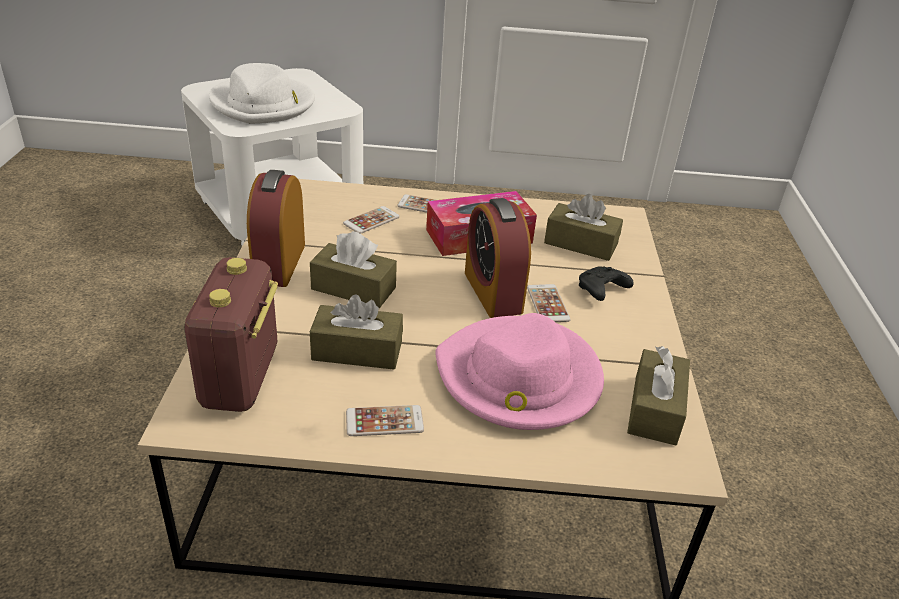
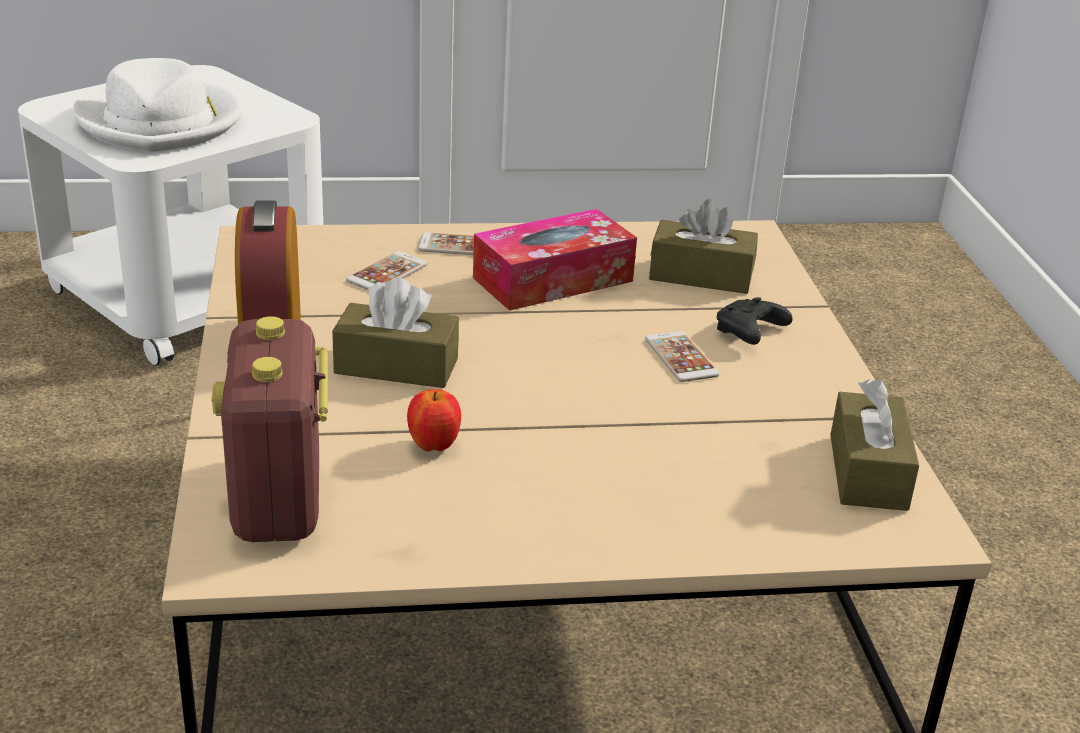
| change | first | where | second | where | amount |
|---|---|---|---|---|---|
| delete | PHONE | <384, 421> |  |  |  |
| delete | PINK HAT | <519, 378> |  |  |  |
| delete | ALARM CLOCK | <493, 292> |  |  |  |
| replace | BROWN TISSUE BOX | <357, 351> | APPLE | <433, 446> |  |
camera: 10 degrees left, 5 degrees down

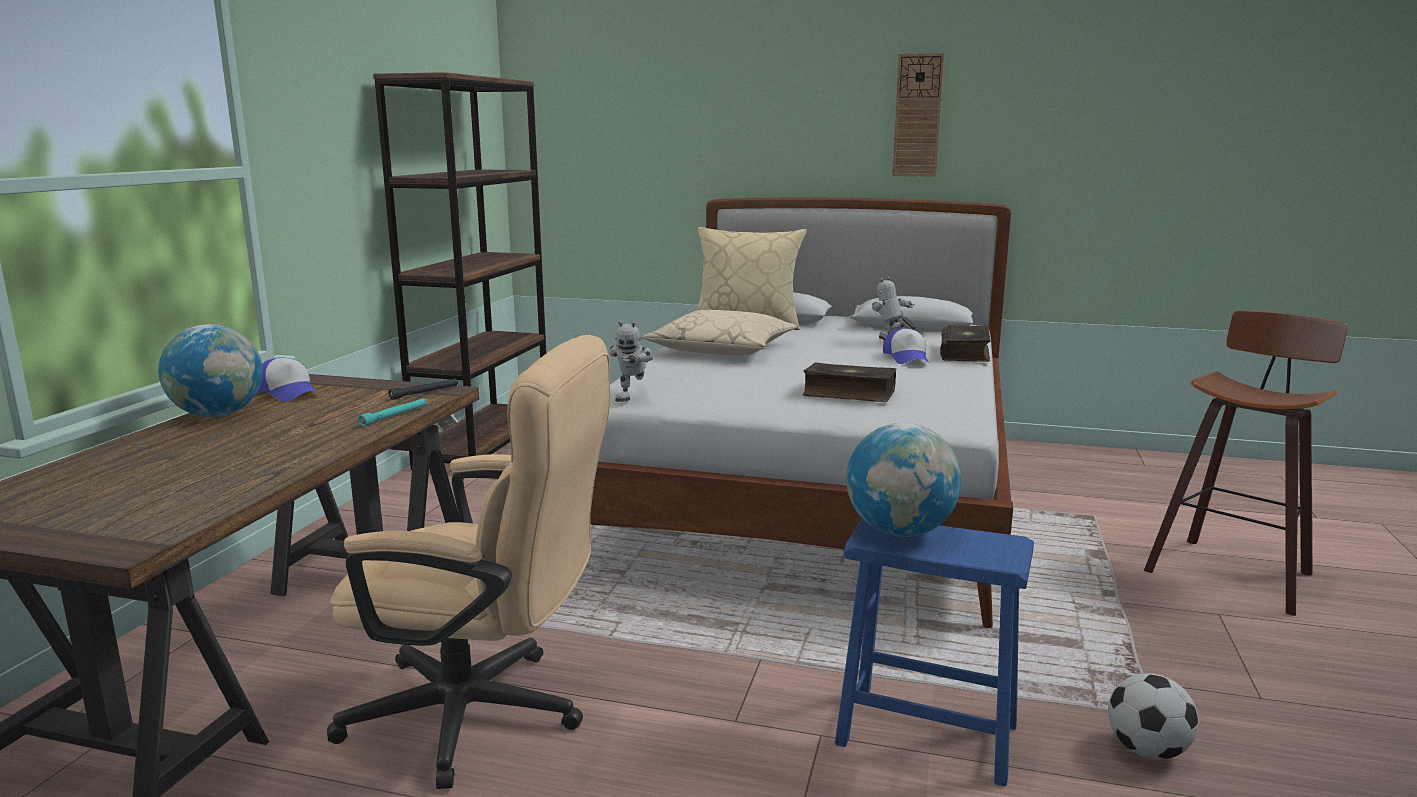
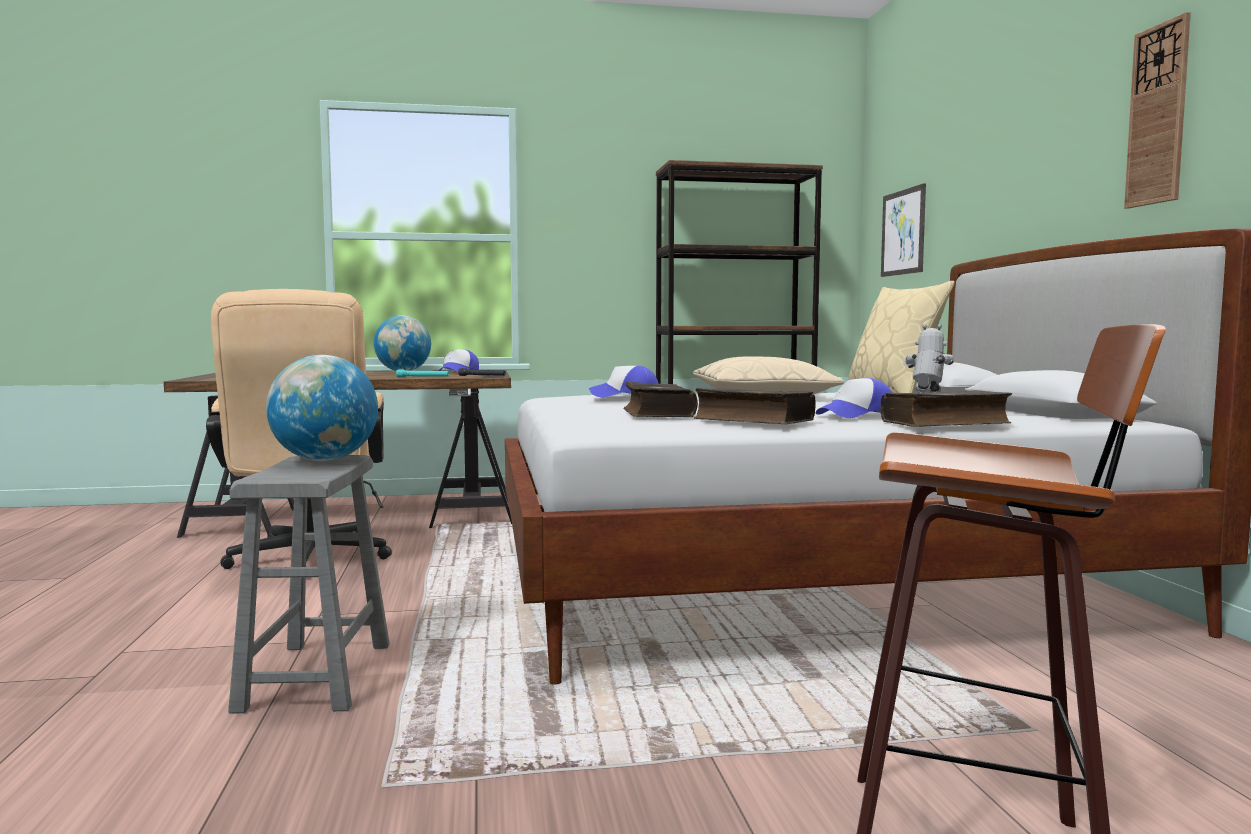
| change | first | where | second | where | amount |
|---|---|---|---|---|---|
| delete | TOY ROBOT | <633, 398> |  |  |  |
| delete | FOOTBALL | <1147, 751> |  |  |  |
| insert |  |  | CAP | <625, 396> |  |
| insert |  |  | BOOK | <752, 421> |  |
| insert |  |  | PICTURE | <903, 232> |  |
| recolor | BLUE STOOL | <927, 733> | GREY STOOL | <317, 676> |  |
camera: 65 degrees right, 10 degrees down

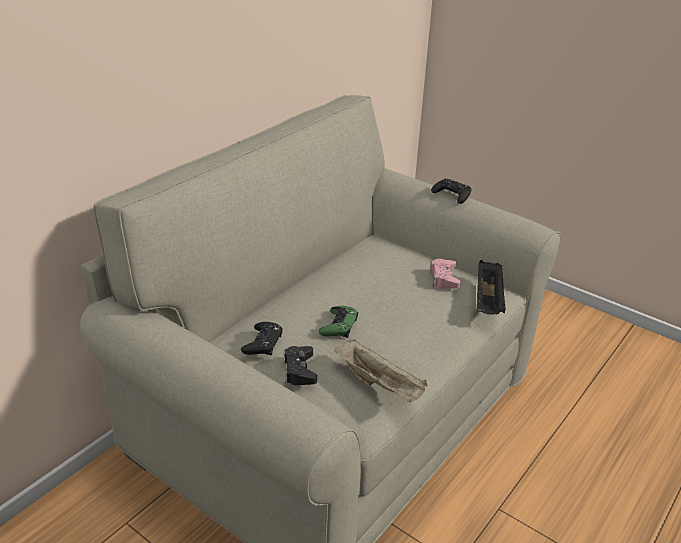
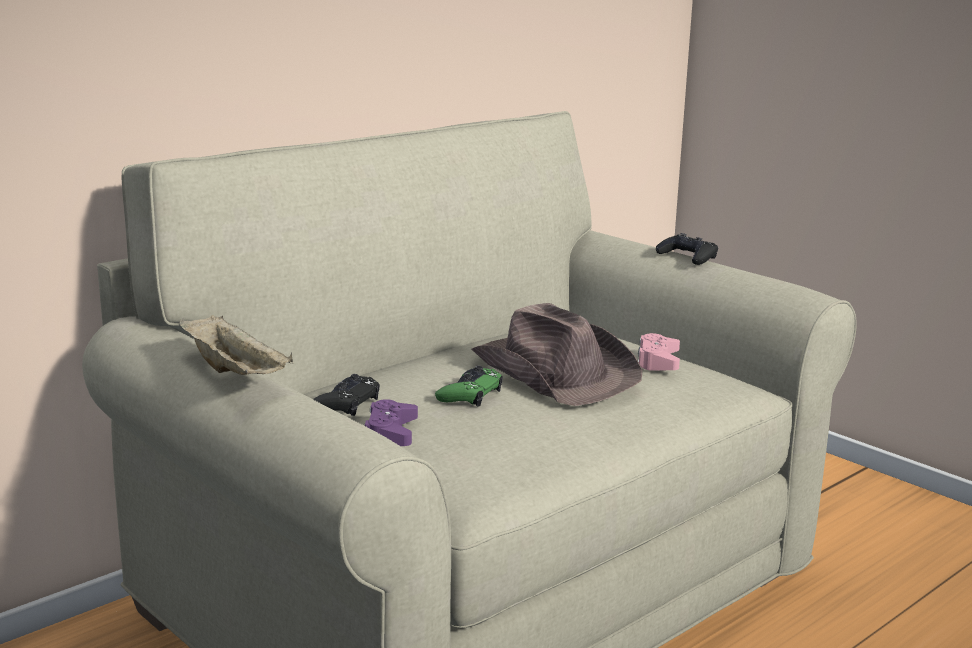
| change | first | where | second | where | amount |
|---|---|---|---|---|---|
| delete | BLACK TRAY | <488, 301> |  |  |  |
| insert |  |  | BROWN HAT | <554, 371> |  |
| move | BEIGE TRAY | <380, 384> |  | <236, 373> |  |
| recolor | BLACK GAME CONTROLLER | <299, 370> | PURPLE GAME CONTROLLER | <390, 433> |  |
camera: 10 degrees right, 15 degrees down

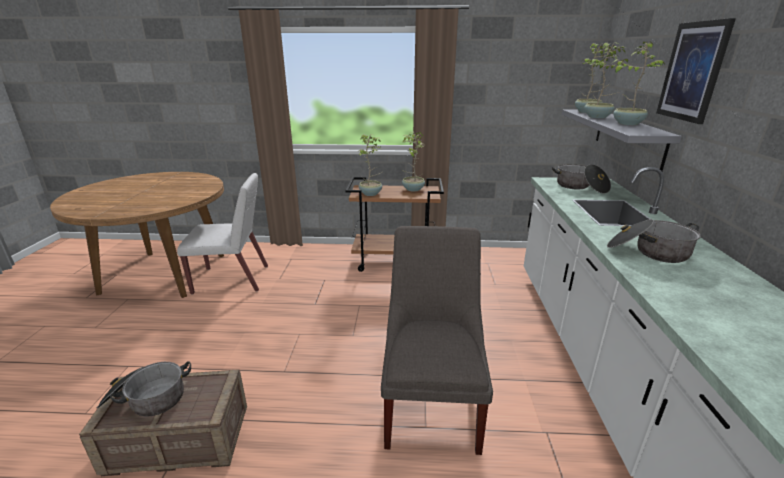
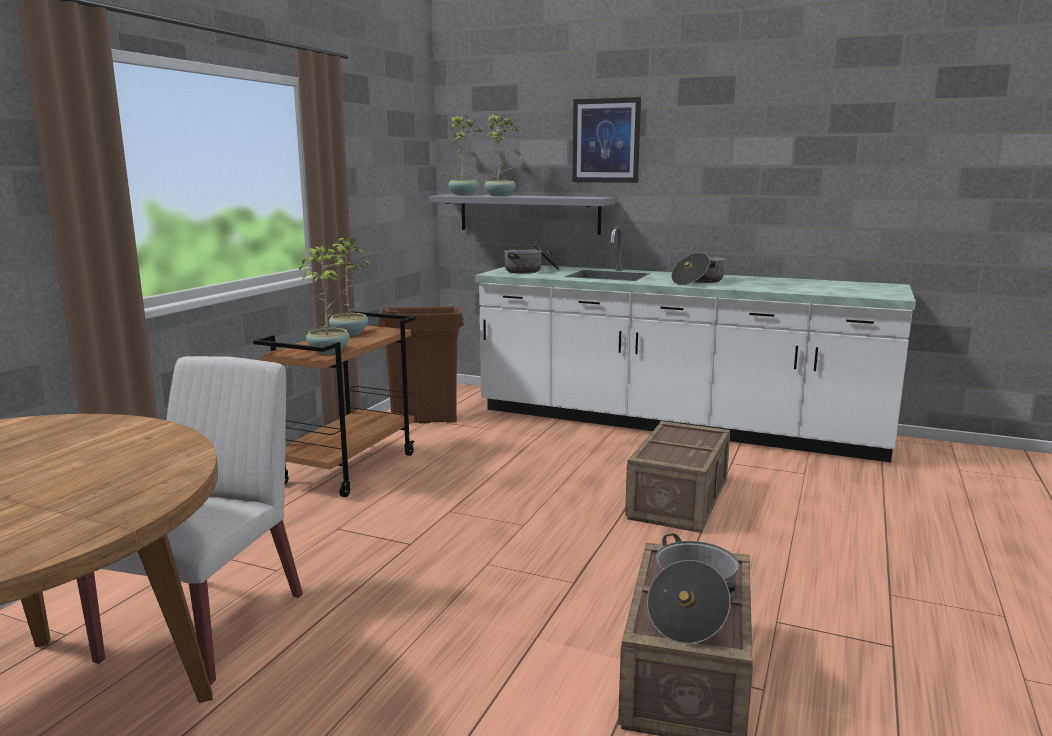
| change | first | where | second | where | amount |
|---|---|---|---|---|---|
| delete | POTTED PLANT | <627, 123> |  |  |  |
| insert |  |  | BROWN TRASH CAN | <425, 420> |  |
| replace | GREY CHAIR | <432, 403> | CRATE | <677, 500> |  |
camera: 70 degrees left, 10 degrees down

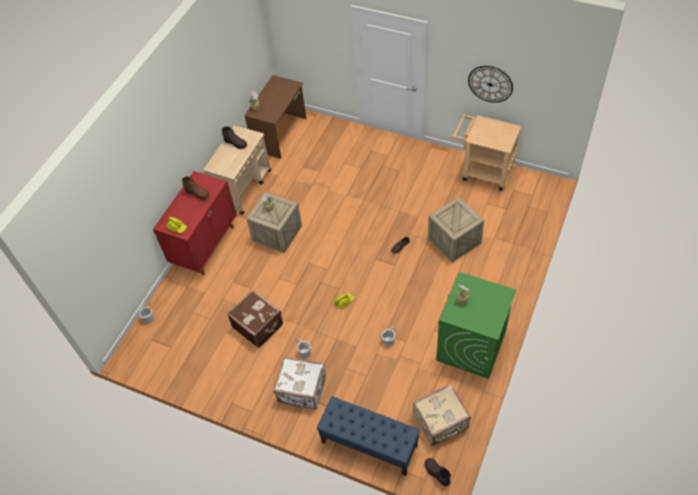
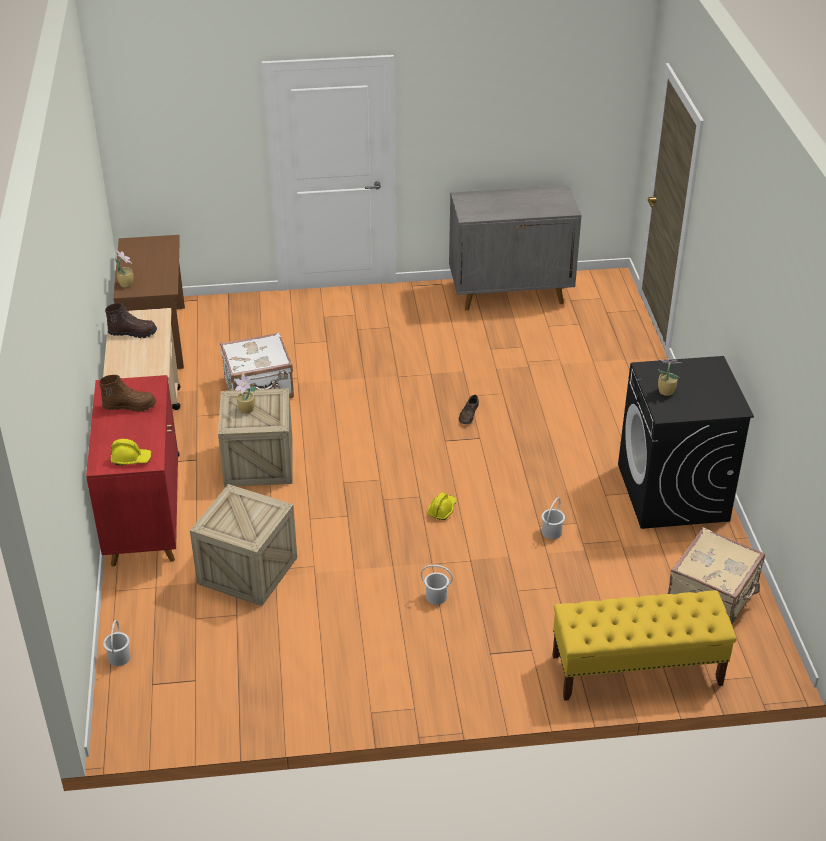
| change | first | where | second | where | amount |
|---|---|---|---|---|---|
| delete | BROWN SUITCASE | <258, 325> |  |  |  |
| delete | BROWN BOOT | <437, 473> |  |  |  |
| delete | WALL CLOCK | <490, 84> |  |  |  |
| move | WHITE SUITCASE | <302, 390> |  | <259, 389> |  |
| move | CRATE | <454, 241> |  | <247, 570> |  |
| replace | BEIGE CART | <483, 172> | GREY CABINET | <511, 293> |  |
| recolor | BLUE BENCH | <369, 444> | YELLOW BENCH | <636, 670> |  |
| recolor | GREEN WASHING MACHINE | <471, 346> | BLACK WASHING MACHINE | <673, 493> |  |
camera: 35 degrees left, 15 degrees down

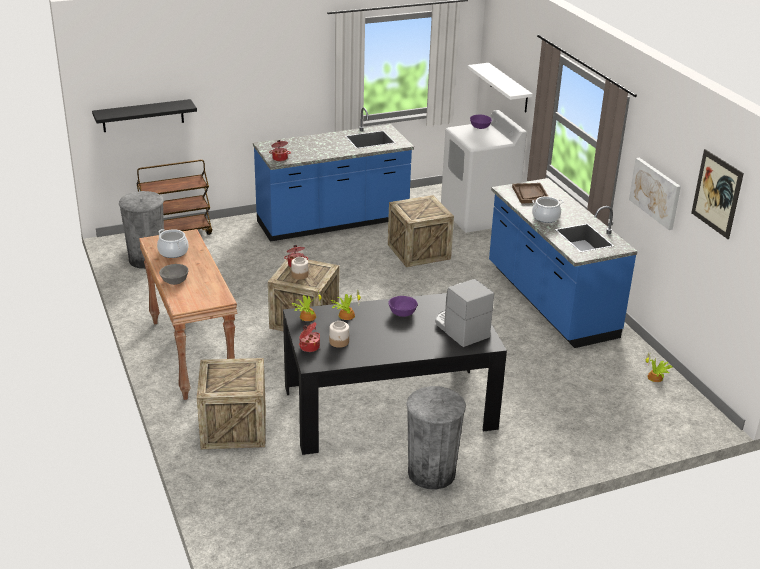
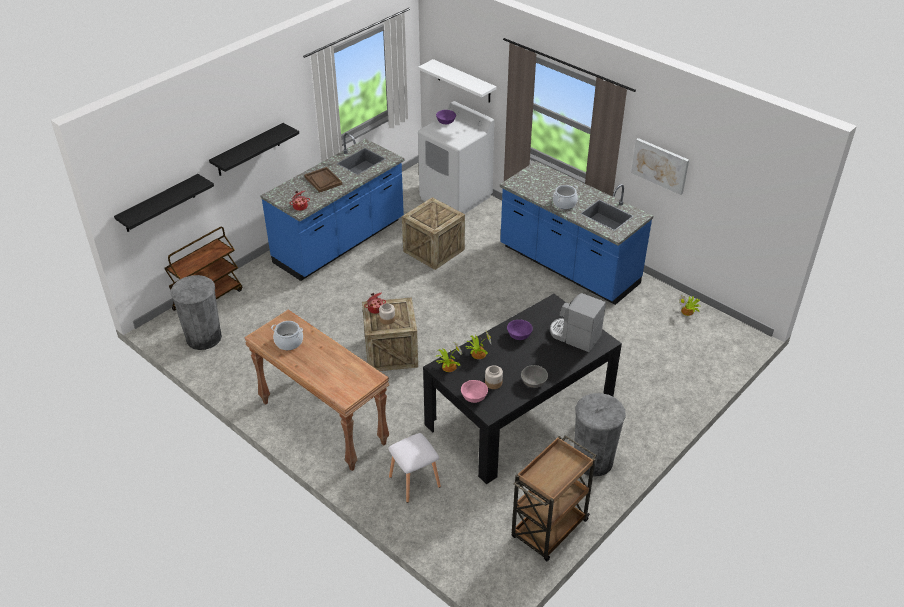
| change | first | where | second | where | amount |
|---|---|---|---|---|---|
| delete | PICTURE | <717, 193> |  |  |  |
| insert |  |  | BLACK SHELF | <248, 150> |  |
| insert |  |  | BROWN CART | <548, 530> |  |
| move | GREY BOWL | <174, 281> |  | <533, 382> |  |
| move | BROWN TRAY | <530, 194> |  | <323, 180> |  |
| replace | CRATE | <234, 428> | WHITE STOOL | <413, 481> |  |
| replace | COOKING POT | <309, 346> | PINK BOWL | <474, 396> |  |
camera: 25 degrees left, 10 degrees up

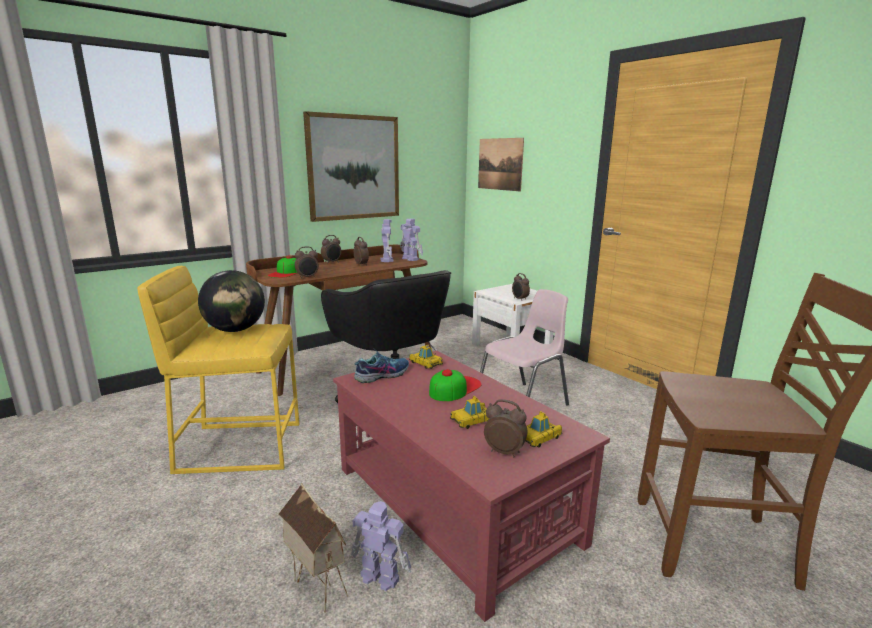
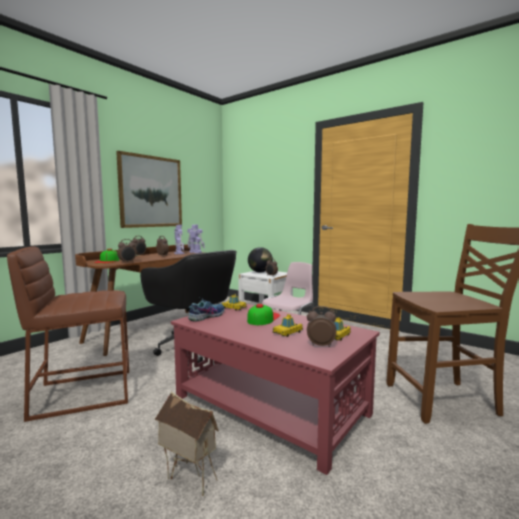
| change | first | where | second | where | amount |
|---|---|---|---|---|---|
| delete | TOY ROBOT | <379, 576> |  |  |  |
| delete | PICTURE | <500, 164> |  |  |  |
| move | GLOBE | <235, 330> |  | <260, 272> |  |
| recolor | YELLOW STOOL | <239, 446> | BROWN STOOL | <83, 393> |  |
camera: 15 degrees left, 10 degrees down

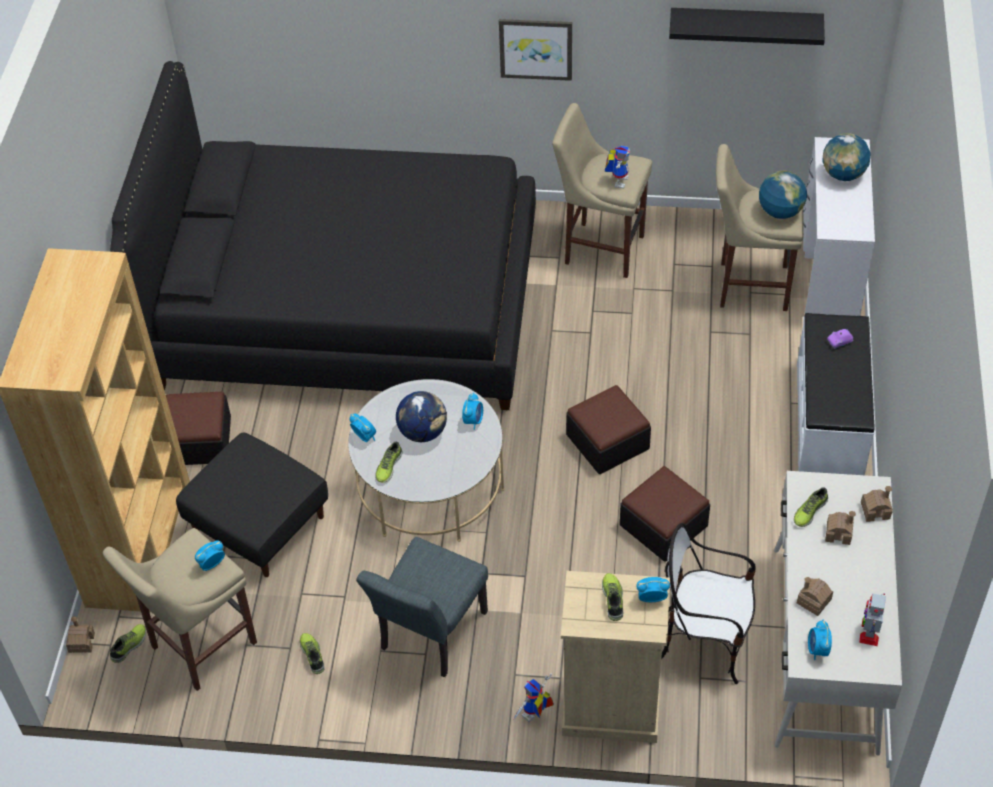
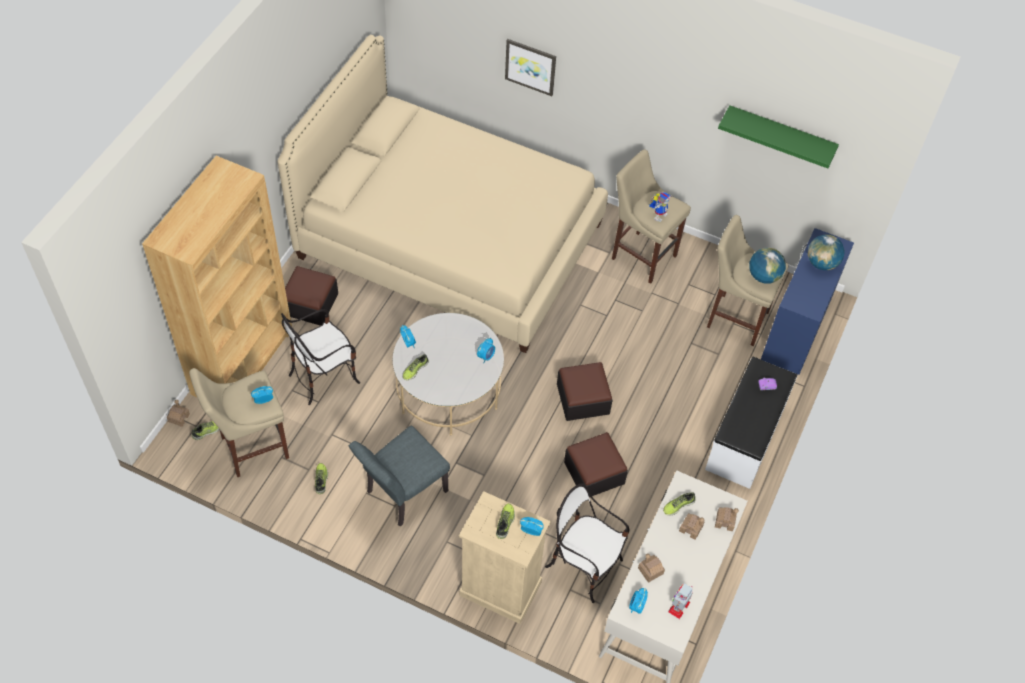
| change | first | where | second | where | amount |
|---|---|---|---|---|---|
| delete | GLOBE | <423, 432> |  |  |  |
| delete | TOY ROBOT | <534, 716> |  |  |  |
| move | PICTURE | <536, 48> |  | <530, 66> |  |
| replace | BLACK OTTOMAN | <258, 524> | CHAIR | <324, 376> |  |
| recolor | BLACK BED | <348, 305> | BEIGE BED | <449, 240> |  |
| recolor | BLACK SHELF | <745, 25> | GREEN SHELF | <780, 134> |  |
| recolor | WHITE DESK | <829, 273> | BLUE DESK | <797, 328> |  |
camera: 15 degrees right, 5 degrees up

